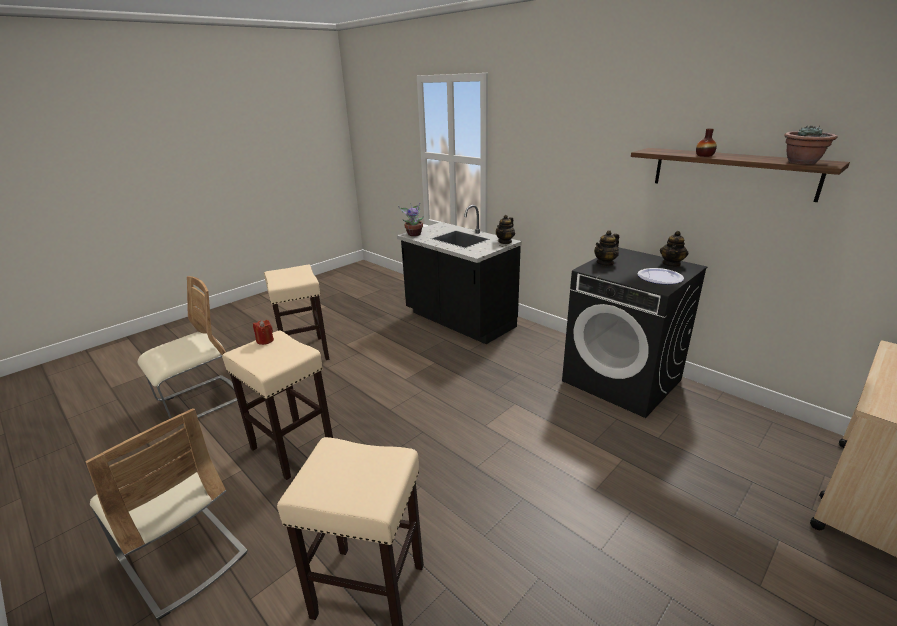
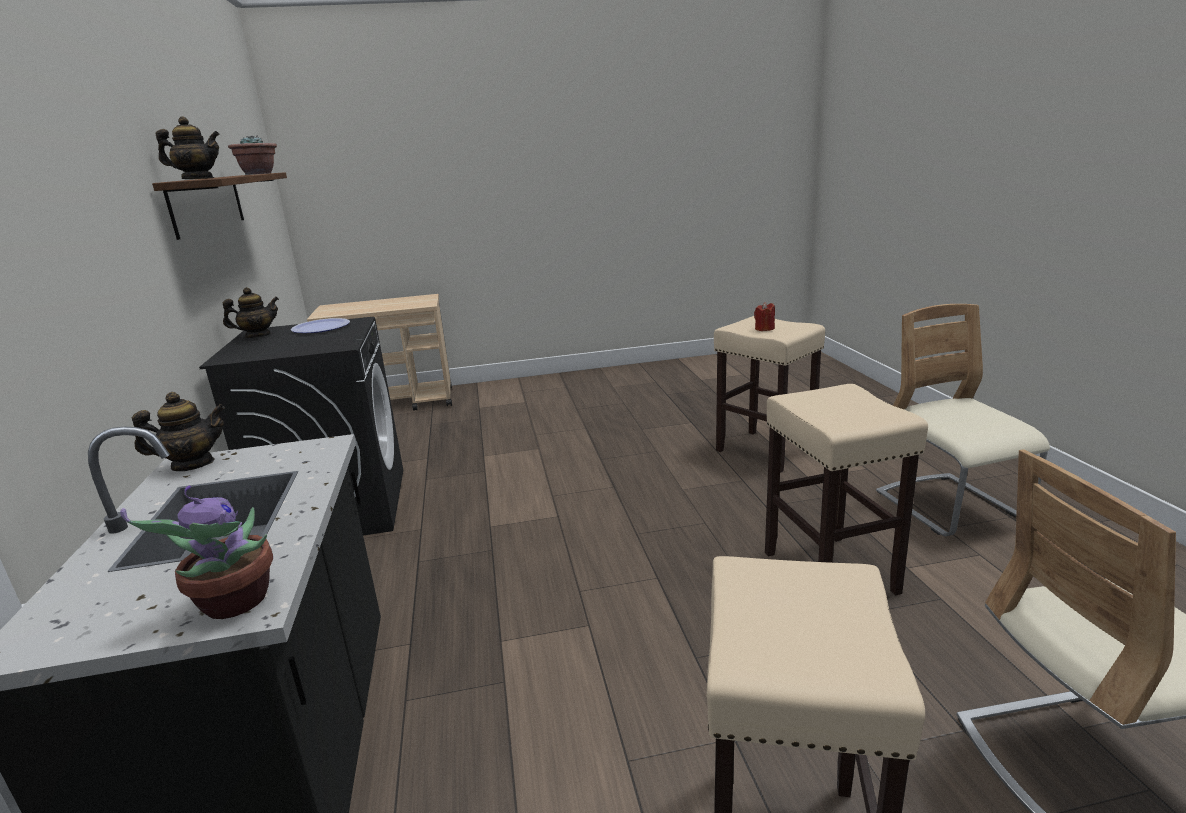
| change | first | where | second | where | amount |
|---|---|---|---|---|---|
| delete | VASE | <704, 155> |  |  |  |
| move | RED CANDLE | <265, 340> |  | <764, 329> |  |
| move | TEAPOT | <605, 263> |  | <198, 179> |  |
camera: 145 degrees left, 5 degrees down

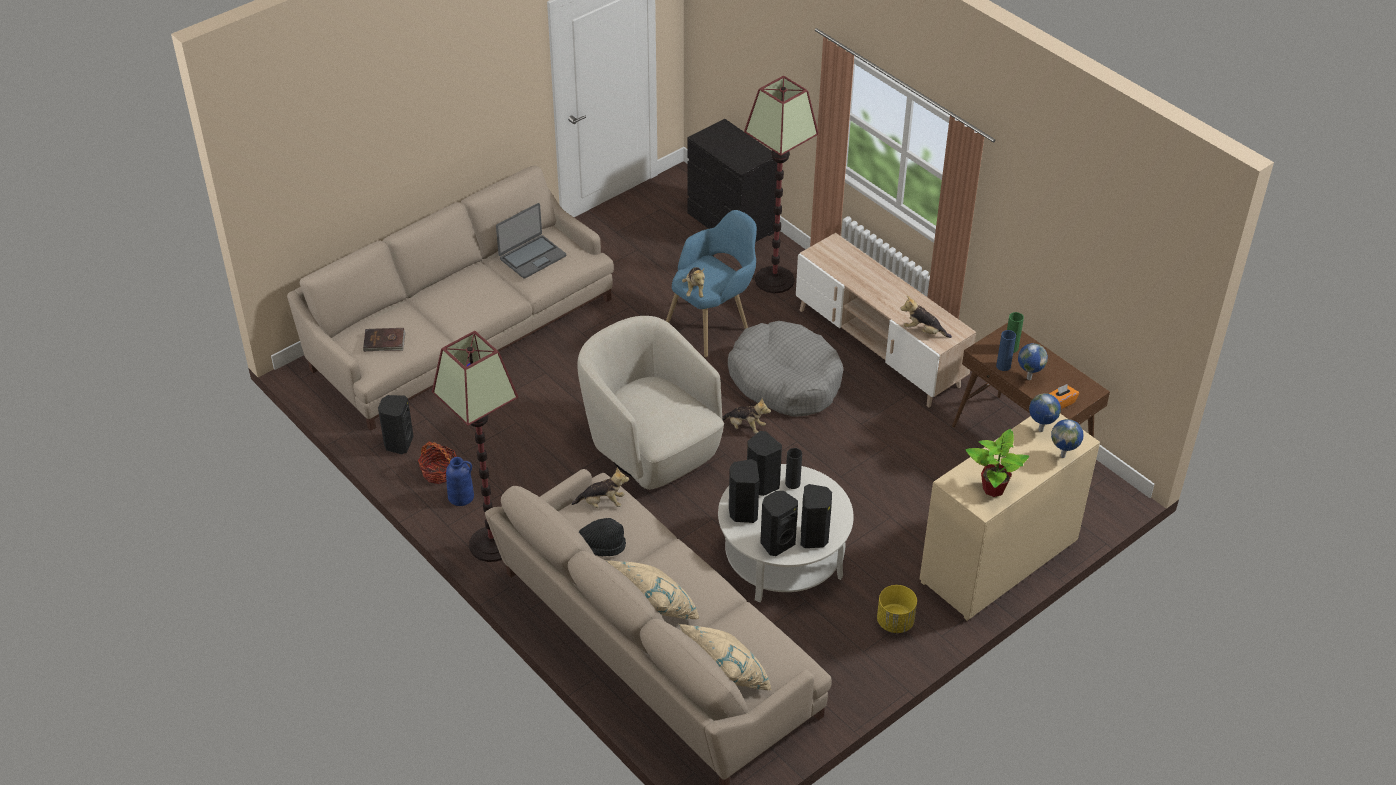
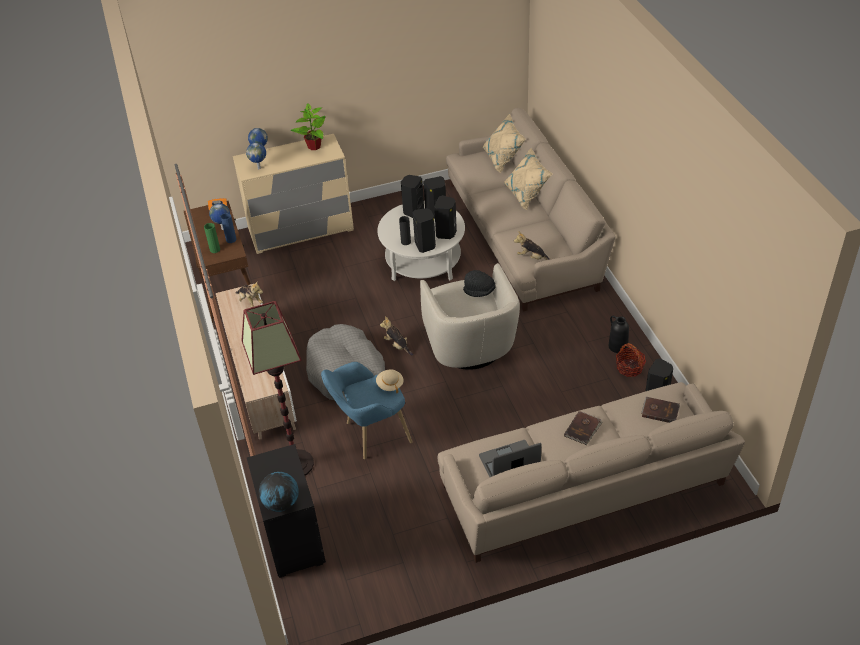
| change | first | where | second | where | amount |
|---|---|---|---|---|---|
| delete | FLOOR LAMP | <491, 544> |  |  |  |
| delete | YELLOW PLANTER | <895, 621> |  |  |  |
| insert |  |  | GLOBE | <281, 503> |  |
| insert |  |  | BROWN BOOK | <583, 429> |  |
| move | BLACK HAT | <601, 546> |  | <480, 291> |  |
| replace | PLUSH TOY | <695, 289> | BEIGE HAT | <390, 385> |  |
| recolor | BLUE VASE | <461, 496> | BLACK VASE | <617, 346> |  |
camera: 155 degrees left, 0 degrees up

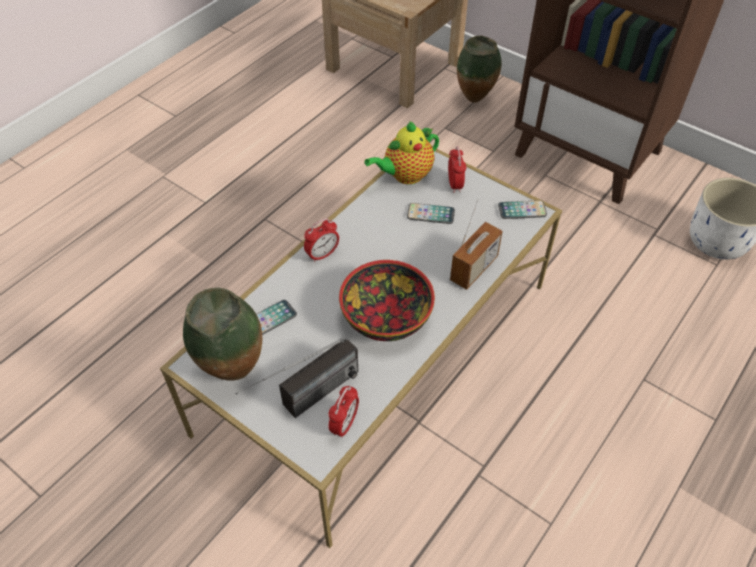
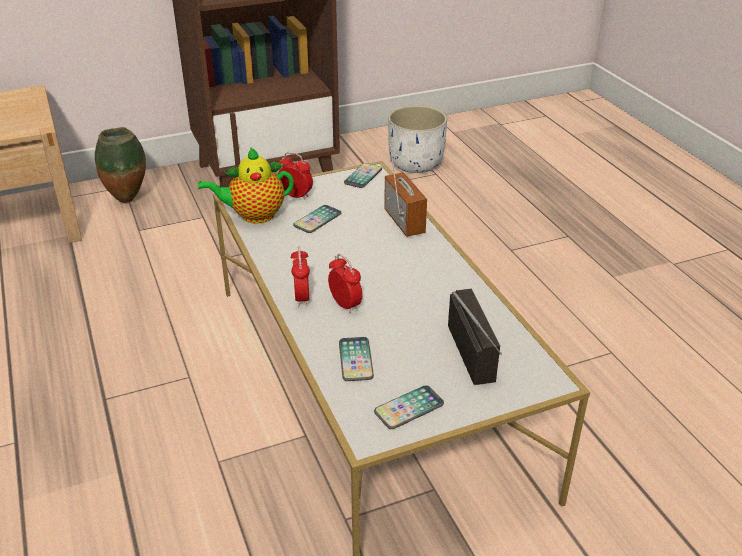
| change | first | where | second | where | amount |
|---|---|---|---|---|---|
| delete | BOWL | <387, 316> |  |  |  |
| move | ALARM CLOCK | <344, 424> |  | <345, 304> |  |
| replace | VASE | <234, 374> | PHONE | <409, 408> |  |
| rotate | TEAPOT | <405, 176> |  | <254, 216> | 75 degrees clockwise |
camera: 60 degrees left, 15 degrees down

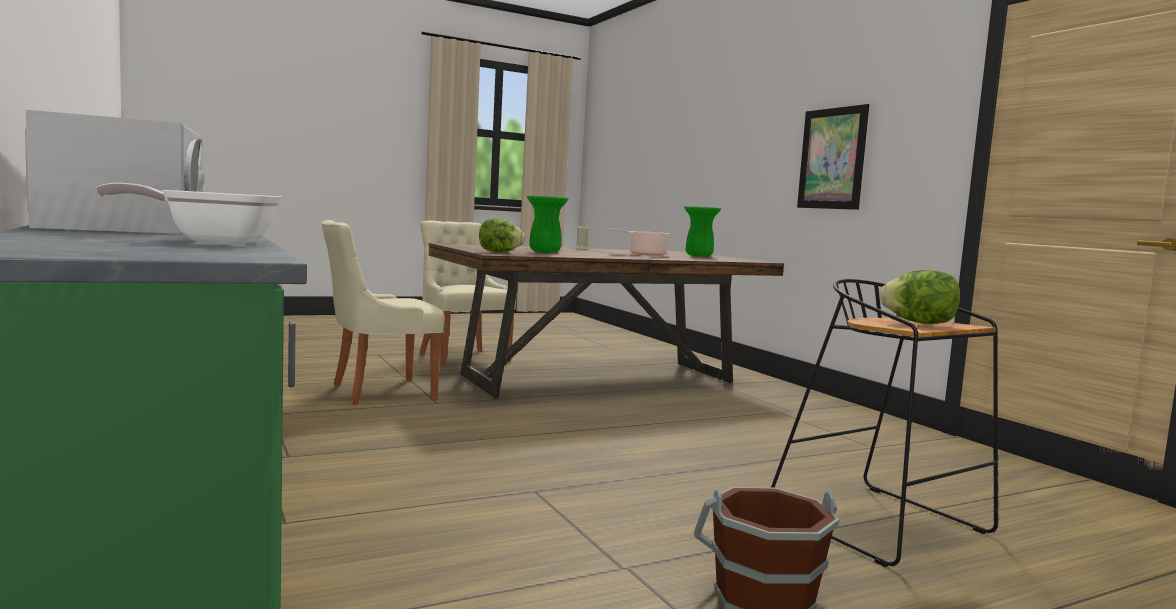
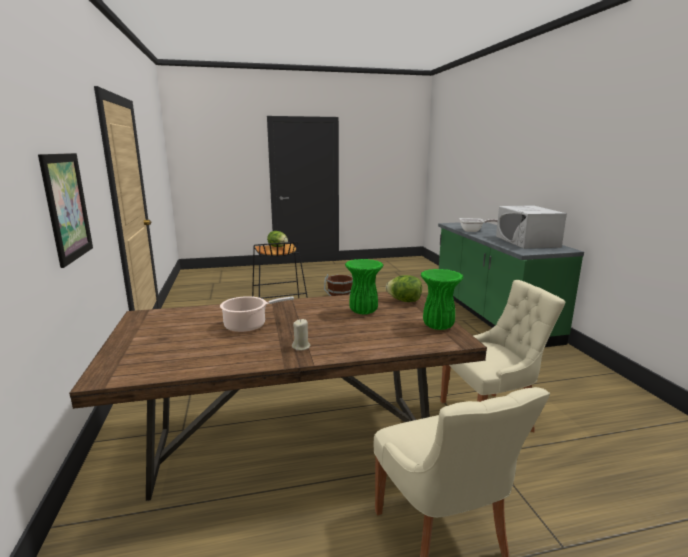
| change | first | where | second | where | amount |
|---|---|---|---|---|---|
| move | GREEN VASE | <699, 256> |  | <437, 326> |  |
camera: 165 degrees left, 10 degrees up

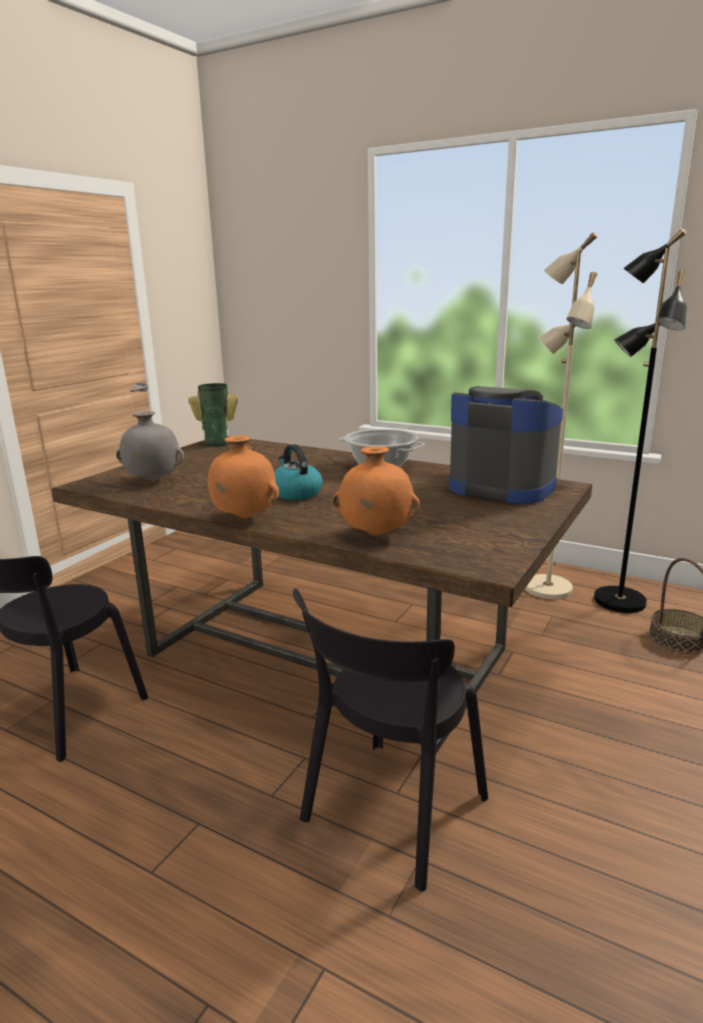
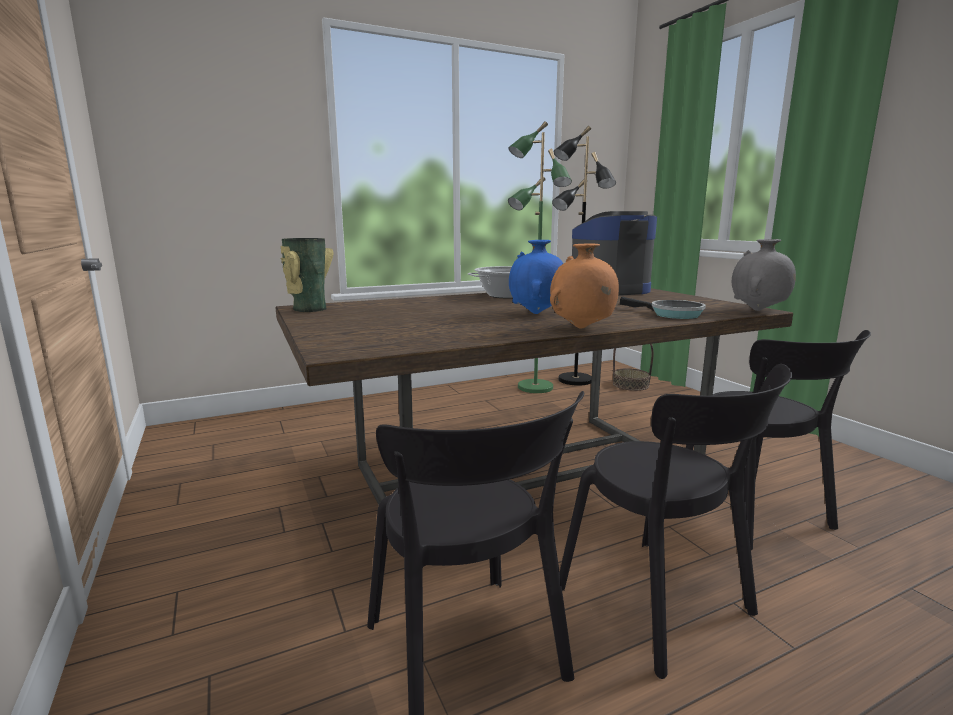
| change | first | where | second | where | amount |
|---|---|---|---|---|---|
| insert |  |  | BLACK CHAIR | <660, 605> |  |
| move | GREY VASE | <153, 481> |  | <758, 310> |  |
| replace | KETTLE | <295, 493> | BLUE VASE | <537, 313> |  |
| replace | ORANGE VASE | <375, 535> | FRYING PAN | <671, 314> |  |
| recolor | BEIGE FLOOR LAMP | <546, 588> | GREEN FLOOR LAMP | <534, 388> |  |
camera: 55 degrees left, 5 degrees down

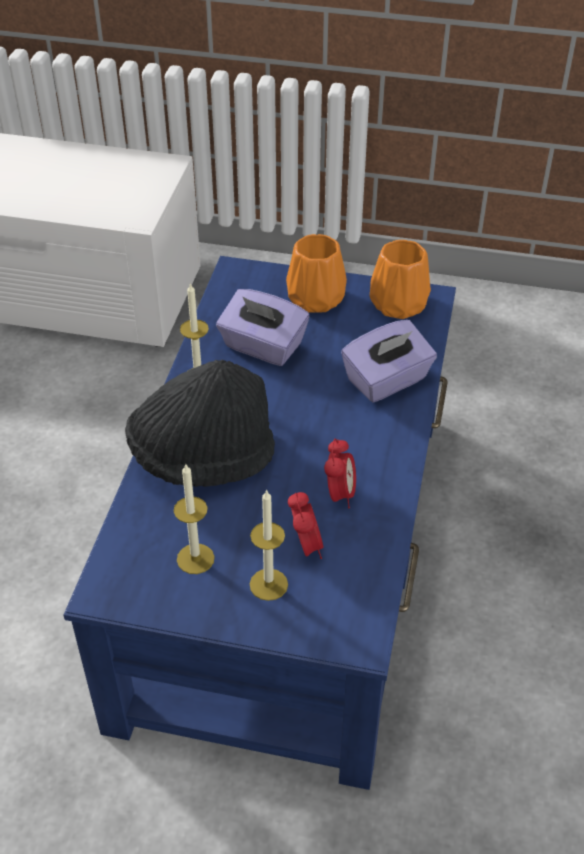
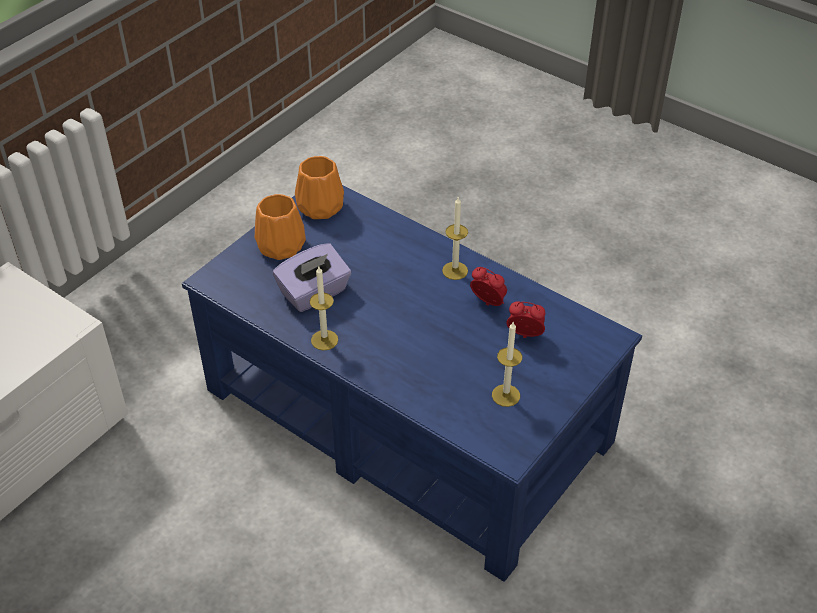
| change | first | where | second | where | amount |
|---|---|---|---|---|---|
| delete | BLACK HAT | <202, 457> |  |  |  |
| delete | PURPLE TISSUE BOX | <387, 381> |  |  |  |
| move | CANDLE | <268, 584> |  | <455, 270> |  |
camera: 65 degrees left, 0 degrees up

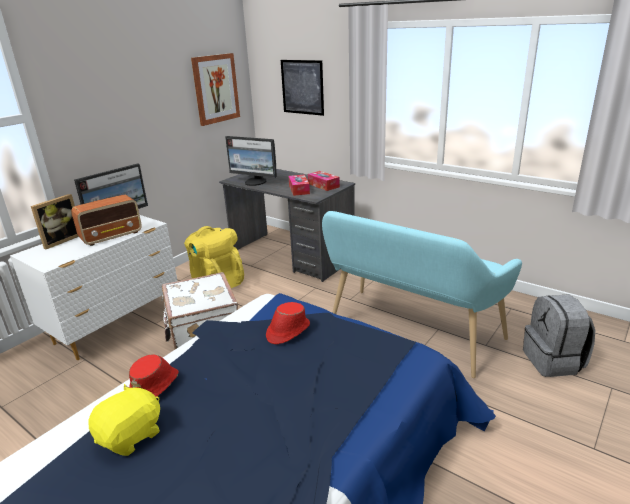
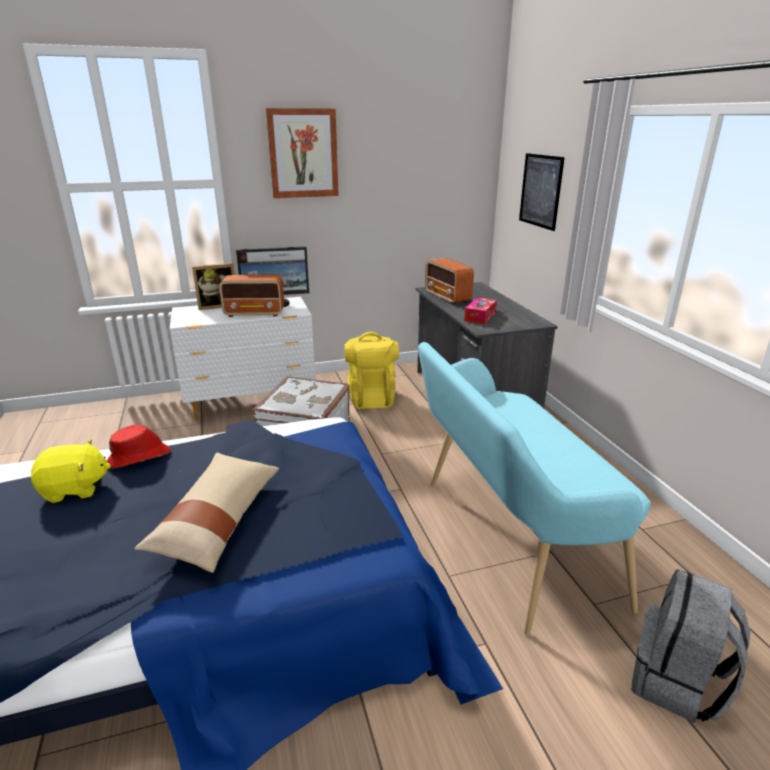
| change | first | where | second | where | amount |
|---|---|---|---|---|---|
| delete | RED HAT | <288, 331> |  |  |  |
| delete | TISSUE BOX | <323, 185> |  |  |  |
| insert |  |  | BEIGE PILLOW | <217, 520> |  |
| move | PICTURE | <215, 89> |  | <303, 153> |  |
| replace | MONITOR | <255, 182> | RADIO | <447, 297> |  |
camera: 35 degrees right, 0 degrees up

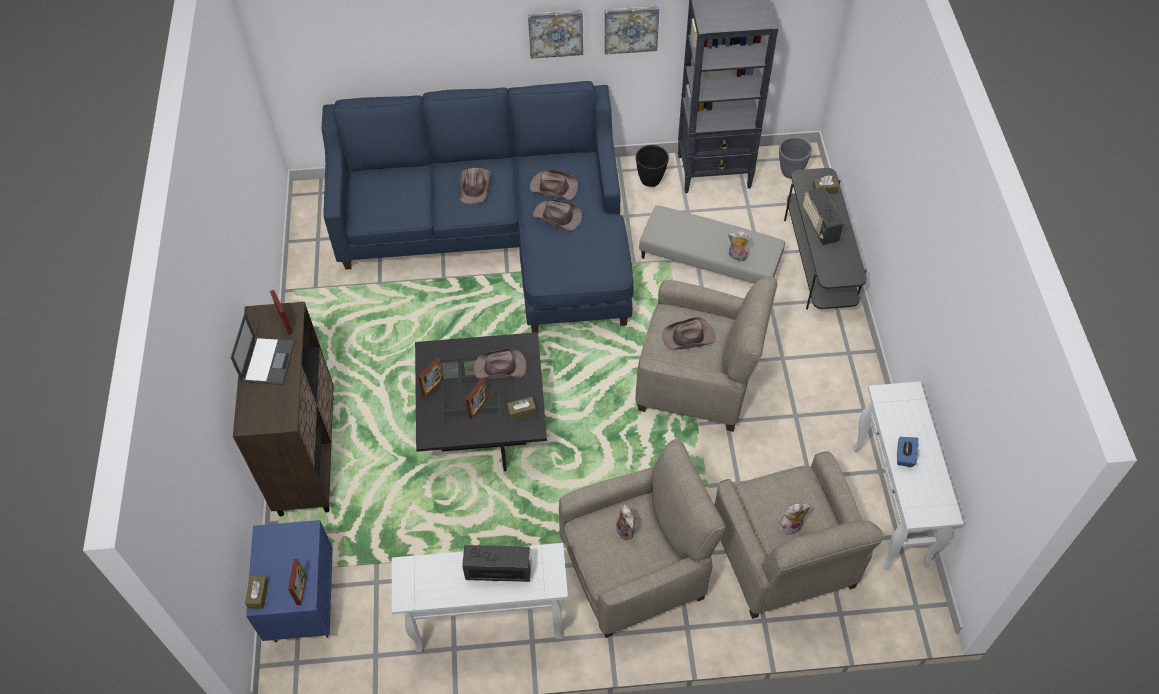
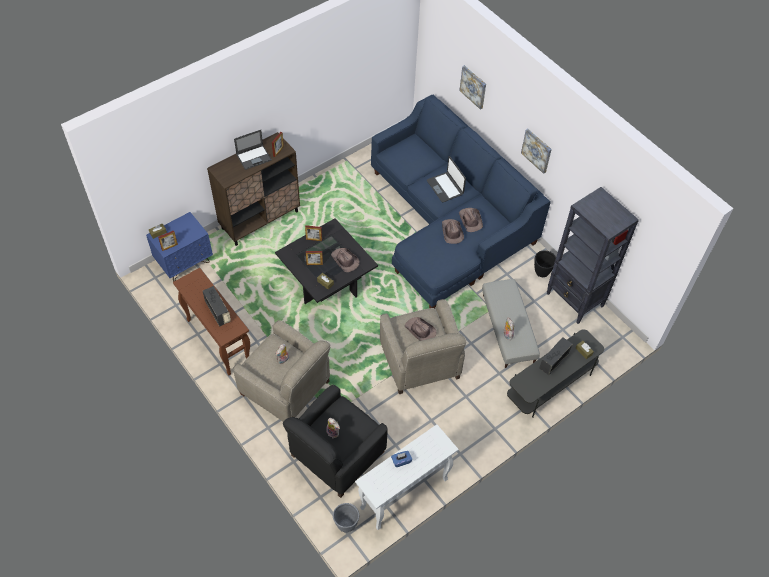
| change | first | where | second | where | amount |
|---|---|---|---|---|---|
| move | PICTURE | <631, 28> |  | <473, 86> |  |
| move | GREY PLANTER | <790, 172> |  | <346, 525> |  |
| replace | BROWN HAT | <475, 186> | LAPTOP | <445, 187> |  |
| recolor | WHITE CONSOLE TABLE | <487, 624> | BROWN CONSOLE TABLE | <218, 340> |  |
| recolor | BEIGE ARMCHAIR | <784, 558> | BLACK ARMCHAIR | <336, 454> |  |
camera: 55 degrees right, 0 degrees up

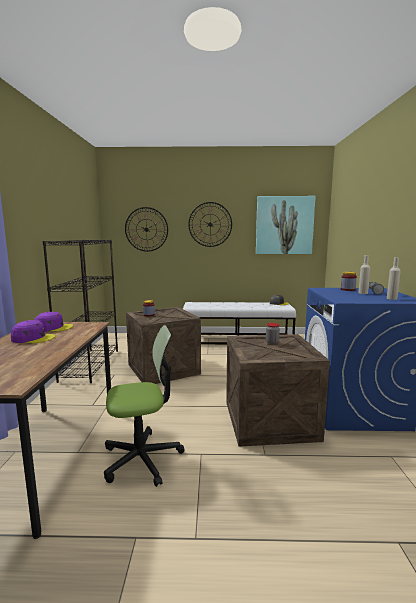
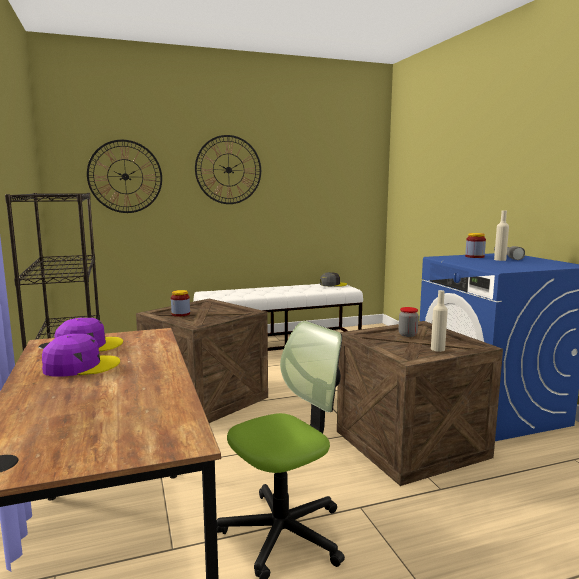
| change | first | where | second | where | amount |
|---|---|---|---|---|---|
| delete | PICTURE | <284, 225> |  |  |  |
| move | BEIGE BOTTLE | <391, 298> |  | <437, 349> |  |
camera: 20 degrees left, 0 degrees up

